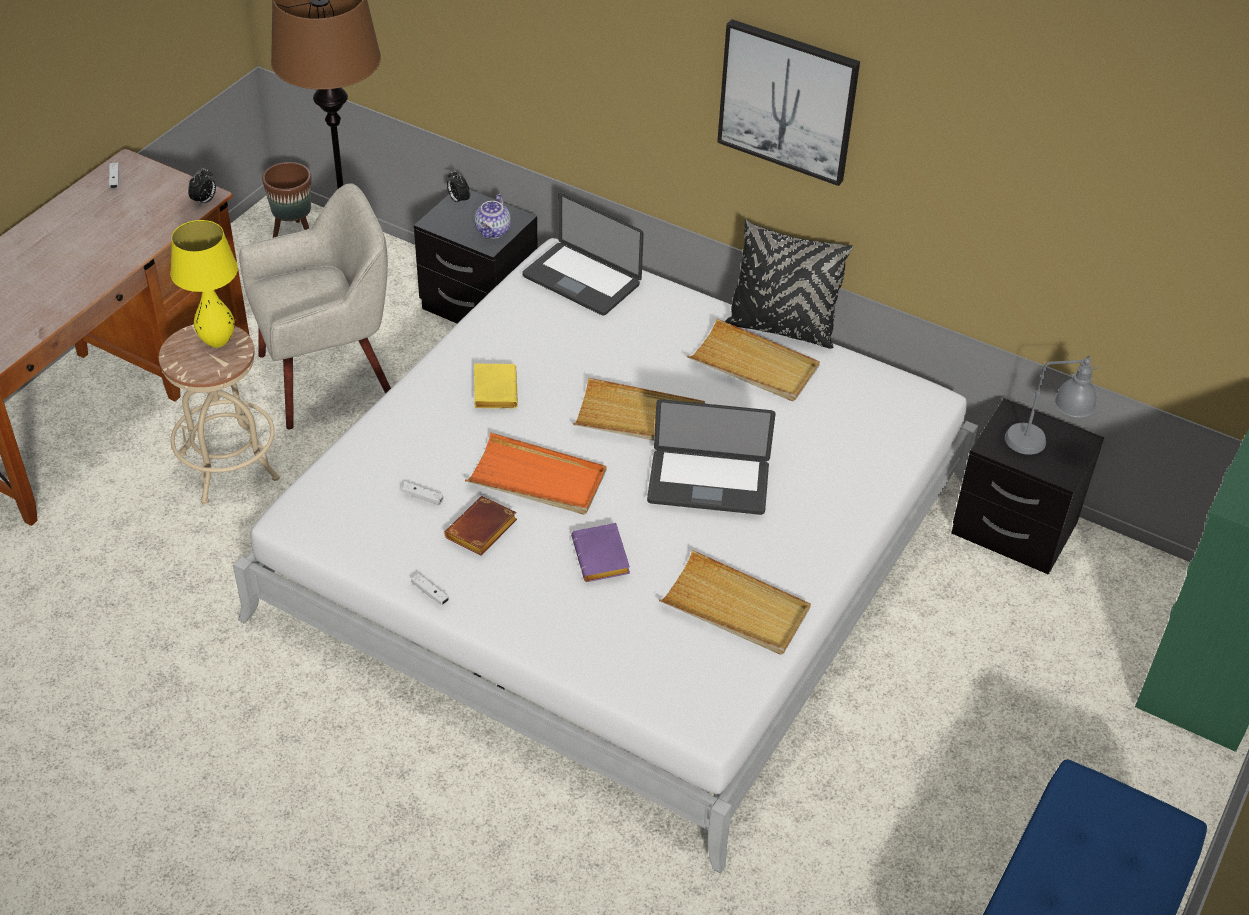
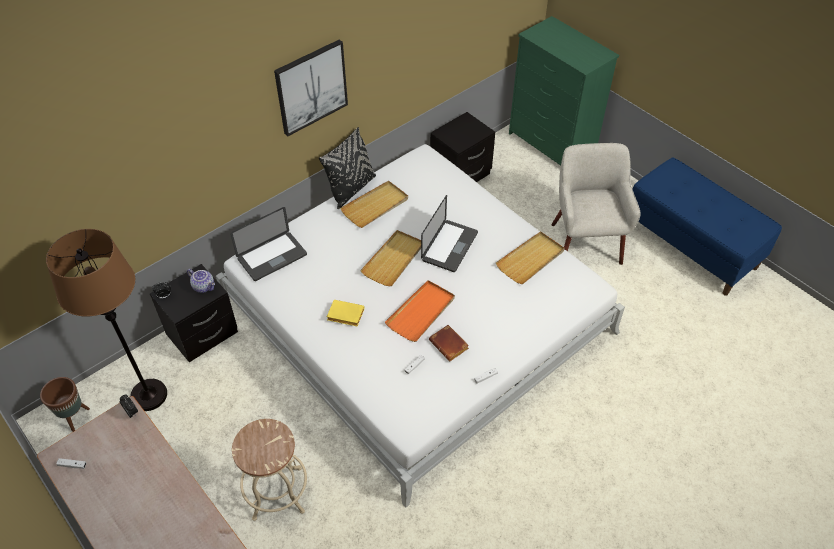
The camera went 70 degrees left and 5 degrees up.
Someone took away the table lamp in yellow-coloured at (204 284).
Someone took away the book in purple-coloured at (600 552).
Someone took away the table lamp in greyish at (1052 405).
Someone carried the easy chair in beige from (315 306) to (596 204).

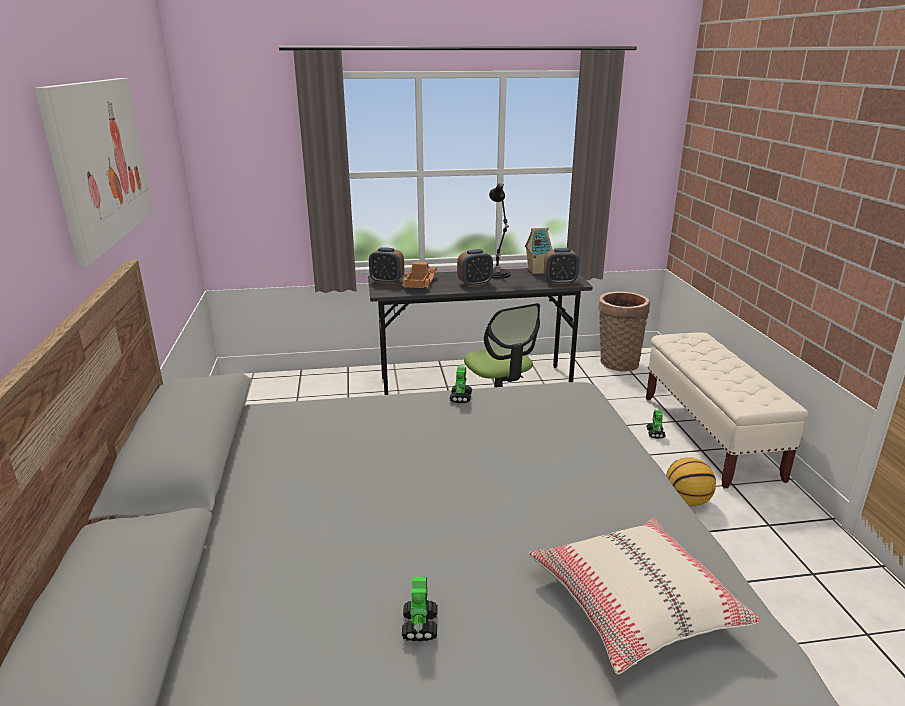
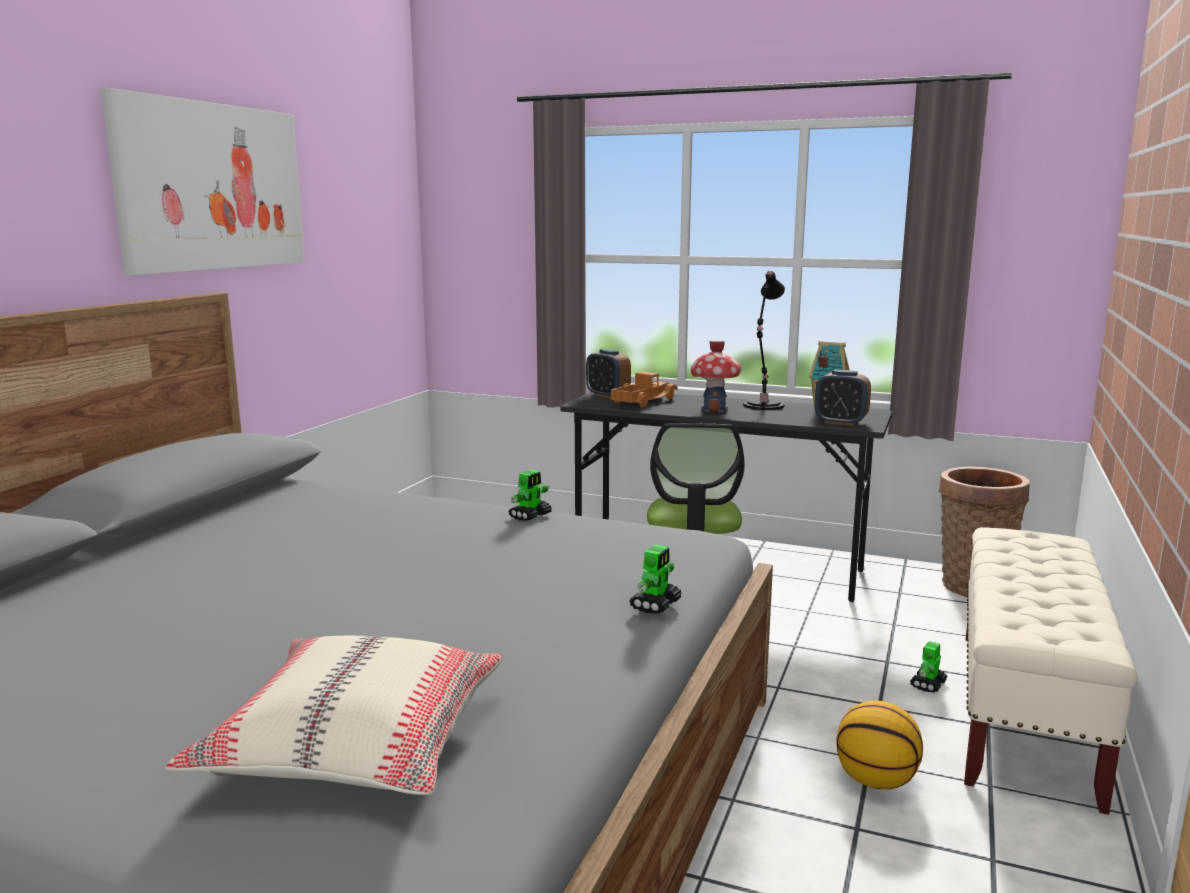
The camera went 30 degrees right and 10 degrees down.
Someone carried the model robot from (420 609) to (655 579).
Someone swapped the bedside clock at (475 268) for the toy house at (716 377).

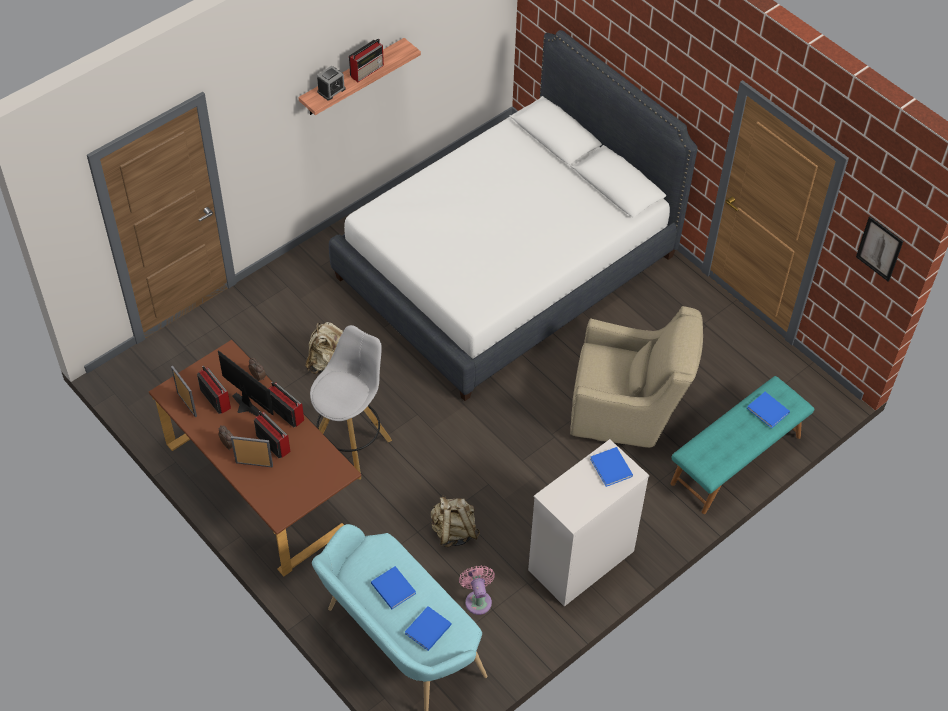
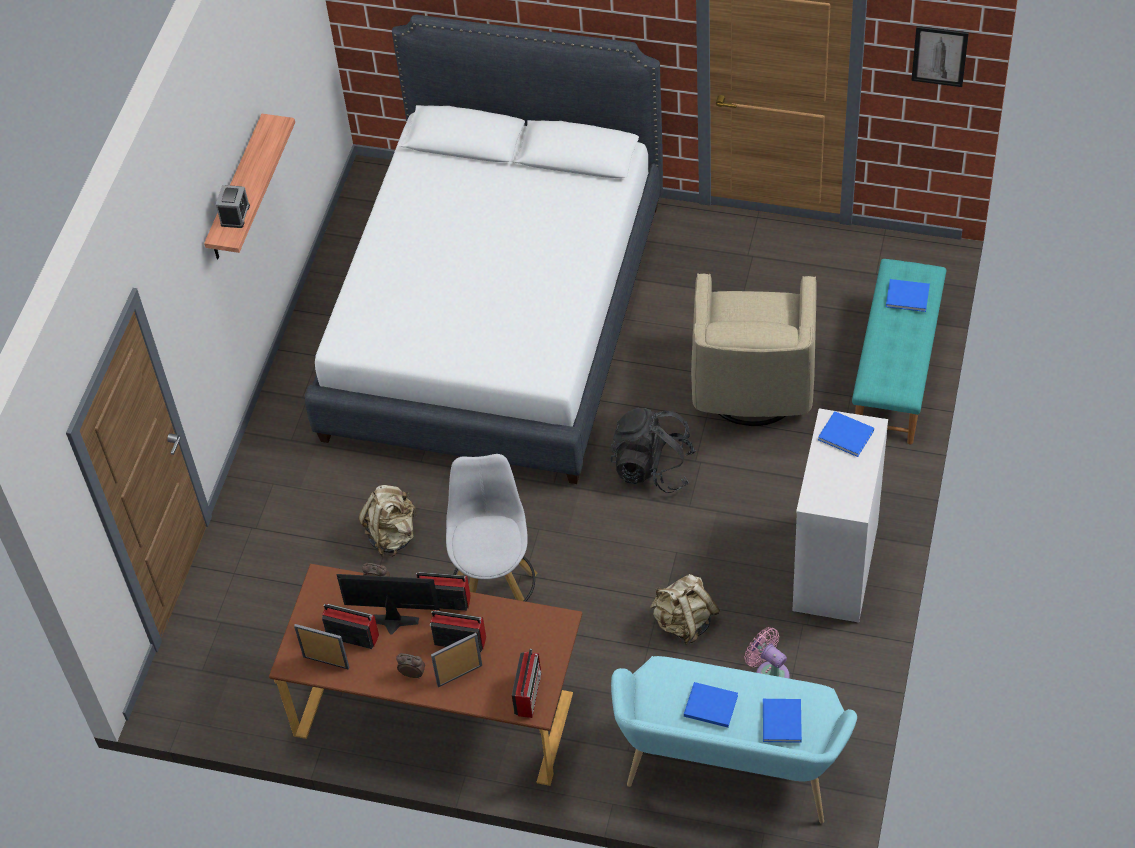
The camera went 30 degrees left and 0 degrees up.
Someone put down the knapsack in blackish at (653 450).
Someone carried the radio from (366 60) to (526 683).
Someone rotated the easy chair in beige at (636 377) by 120 degrees clockwise.

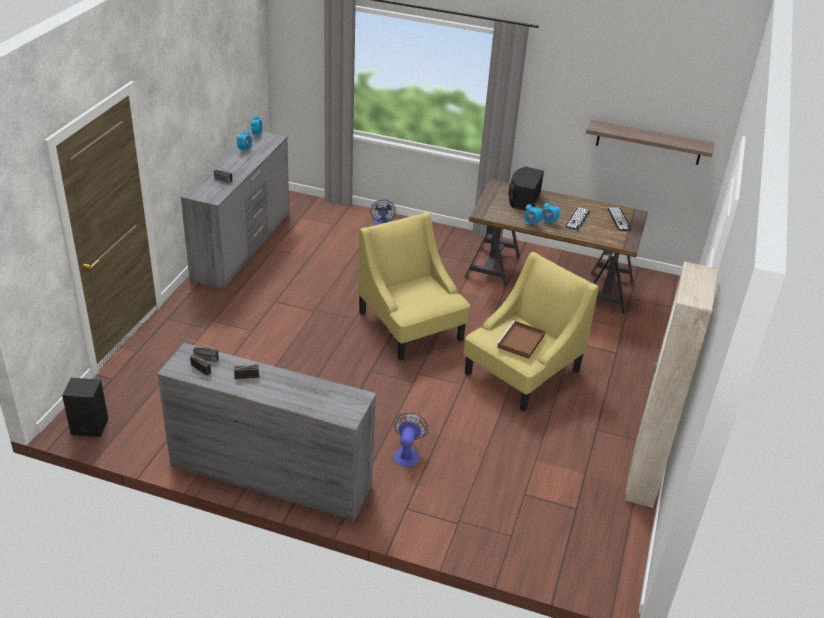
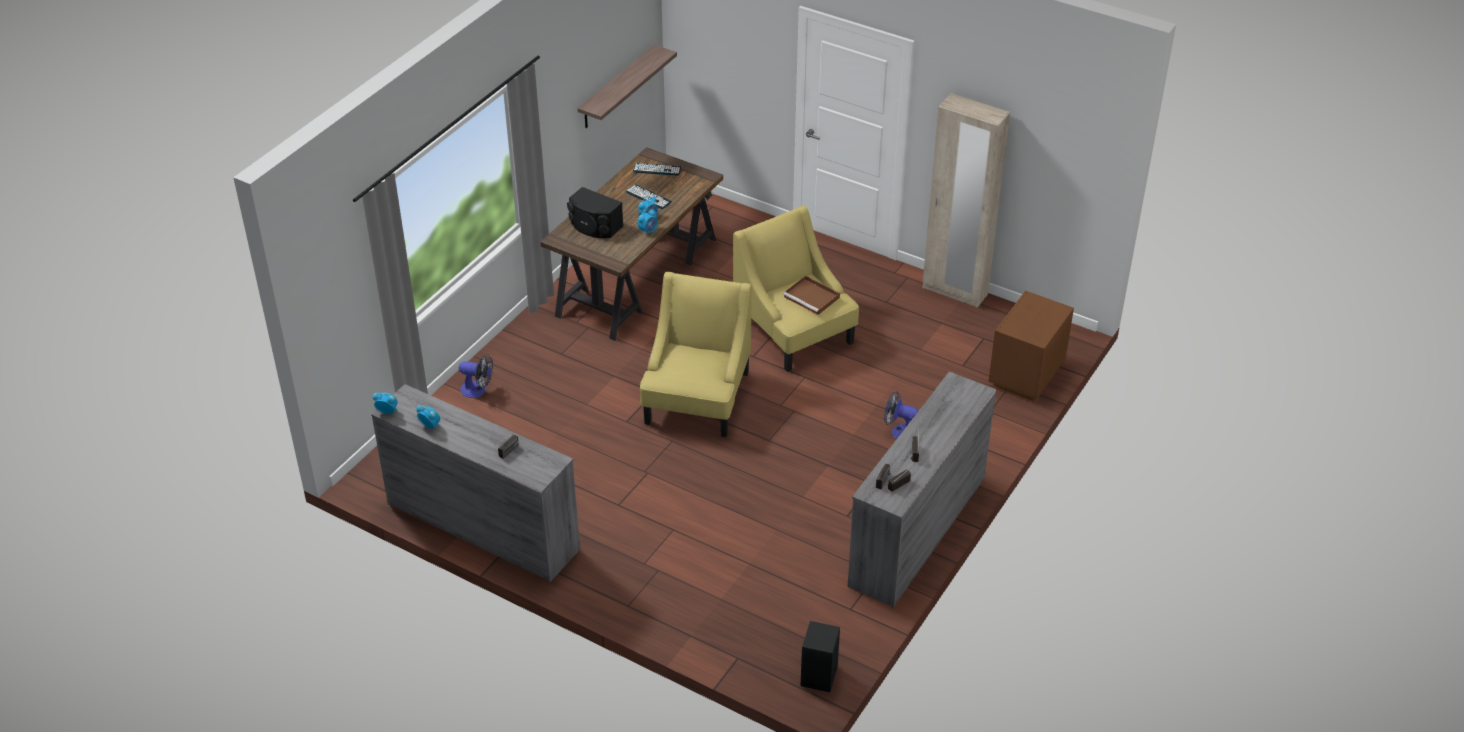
The camera went 75 degrees left and 5 degrees up.
Someone put down the bedside table in brownish at (1031 346).
Someone rotated the easy chair in yellow-coloured at (414 286) by 120 degrees clockwise.

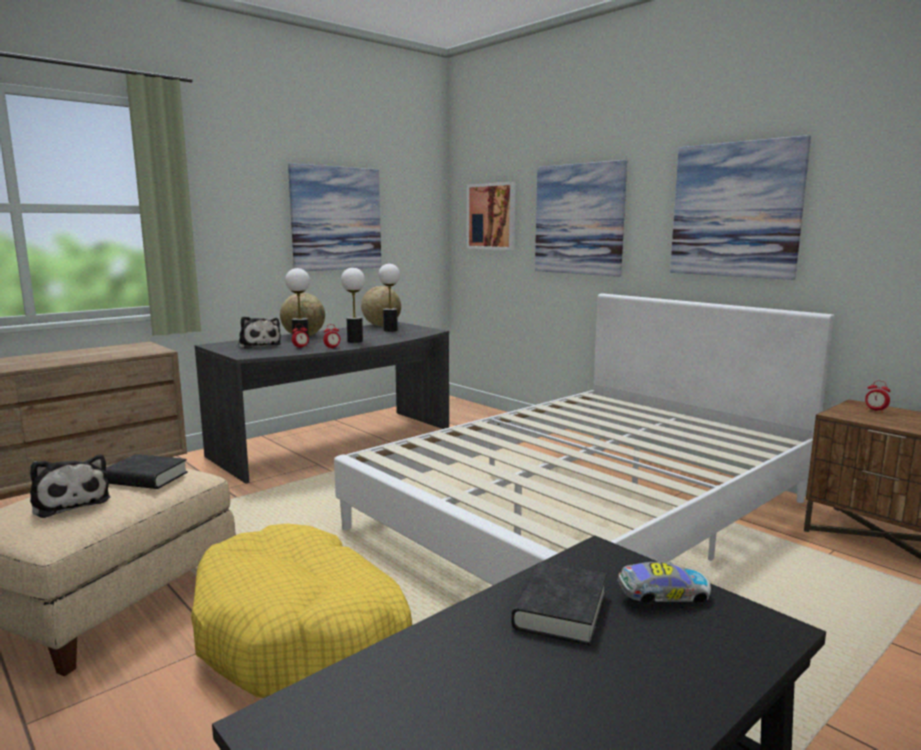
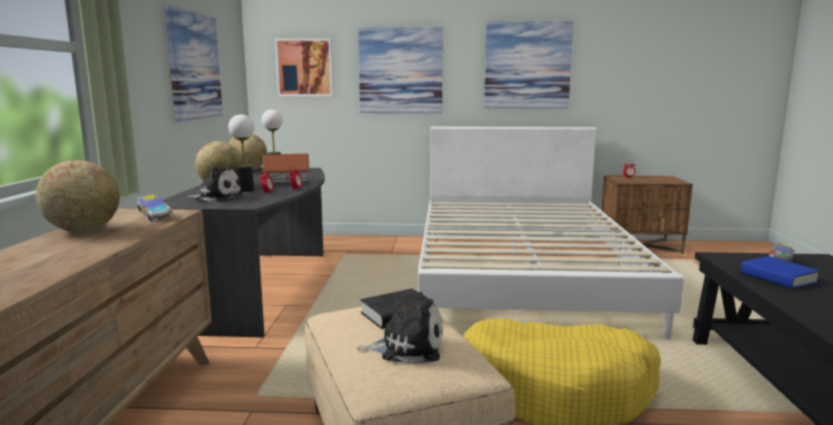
The camera went 45 degrees left and 0 degrees up.
Someone put down the desk globe at (78 196).
Someone put down the model car at (154 207).
Someone swapped the table lamp at (353 305) for the toy house at (286 170).
Someone repainted the book in blackish at (559 603), which became the book in blue at (780 272).

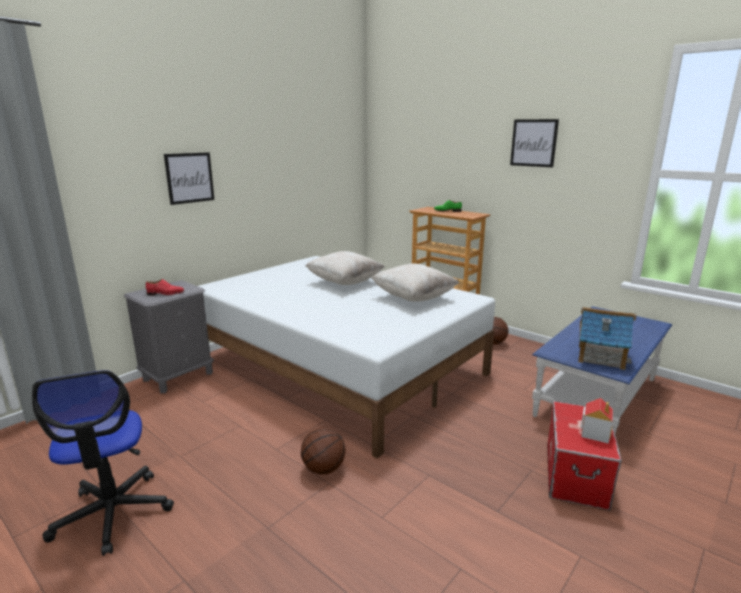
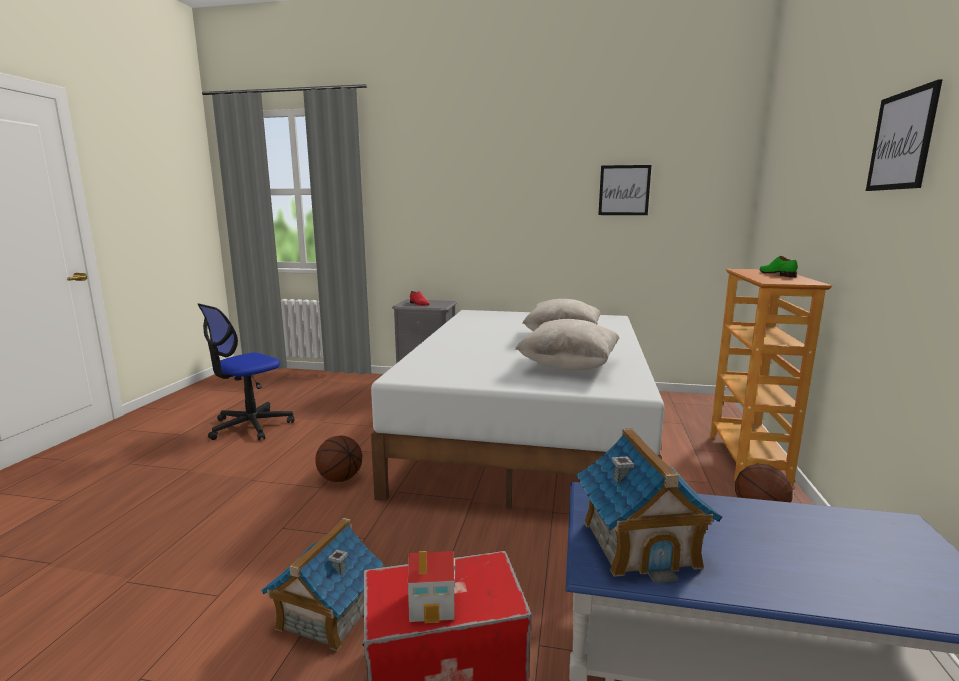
The camera went 60 degrees right and 5 degrees down.
Someone put down the toy house at (322 584).
Someone carried the wall art from (189 178) to (624 190).

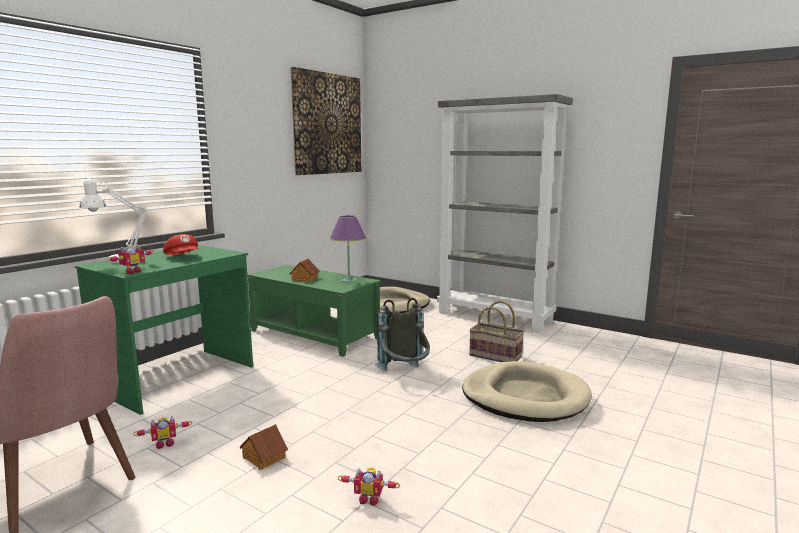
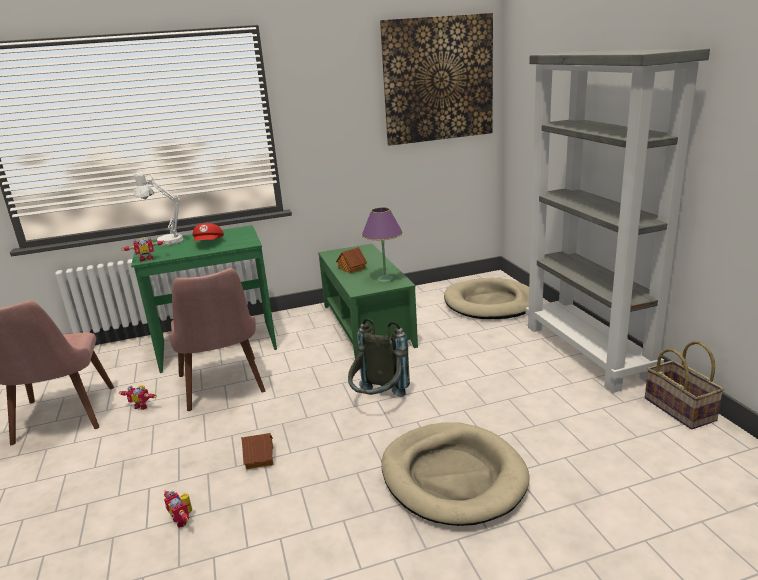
The camera went 40 degrees right and 10 degrees up.
Someone put down the upright chair in pink-coloured at (216 339).
Someone carried the toy house from (264 447) to (257 451).
Someone carried the household basket from (497 331) to (684 385).

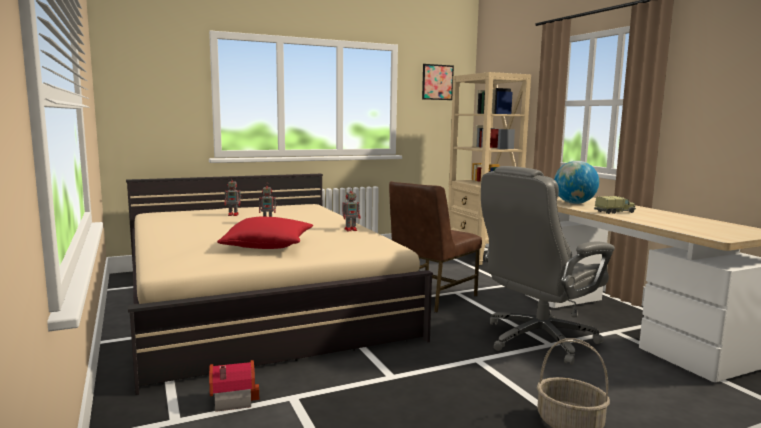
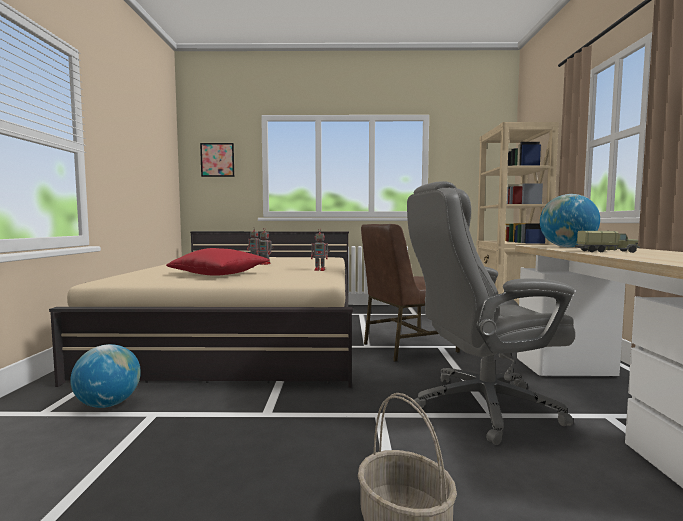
The camera went 25 degrees right and 5 degrees down.
Someone carried the wall art from (438 82) to (217 160).
Someone swapped the toy house at (234 386) for the desk globe at (105 376).

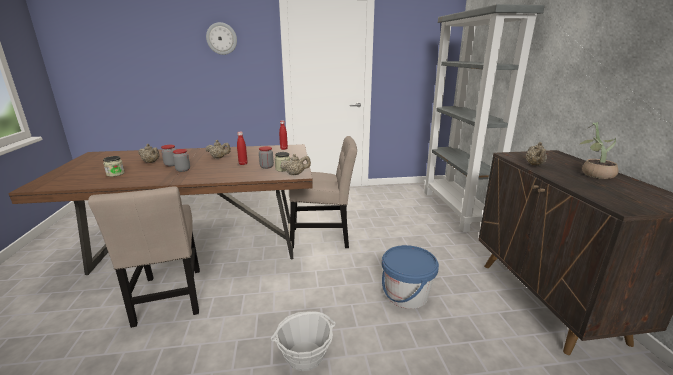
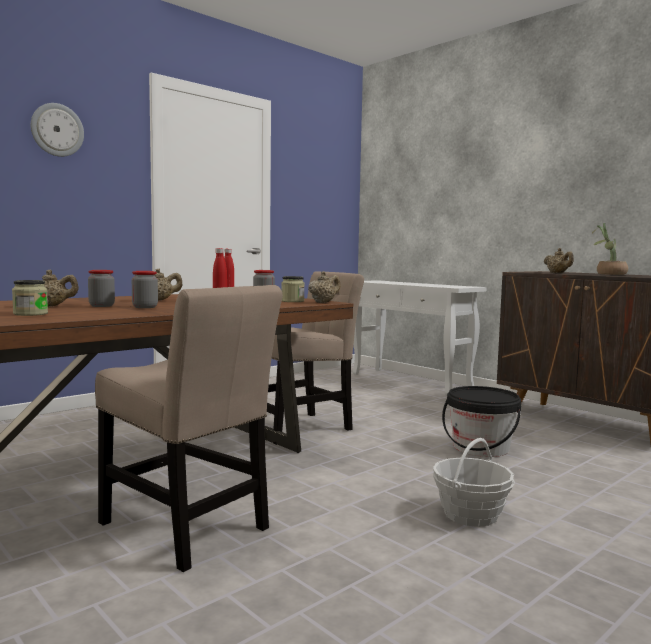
The camera went 35 degrees left and 15 degrees down.
Someone swapped the bookcase in greyish at (484 118) for the narrow table in white-coloured at (420 337).
Someone repainted the pail in blue at (410 277), which became the pail in blackish at (481 421).

